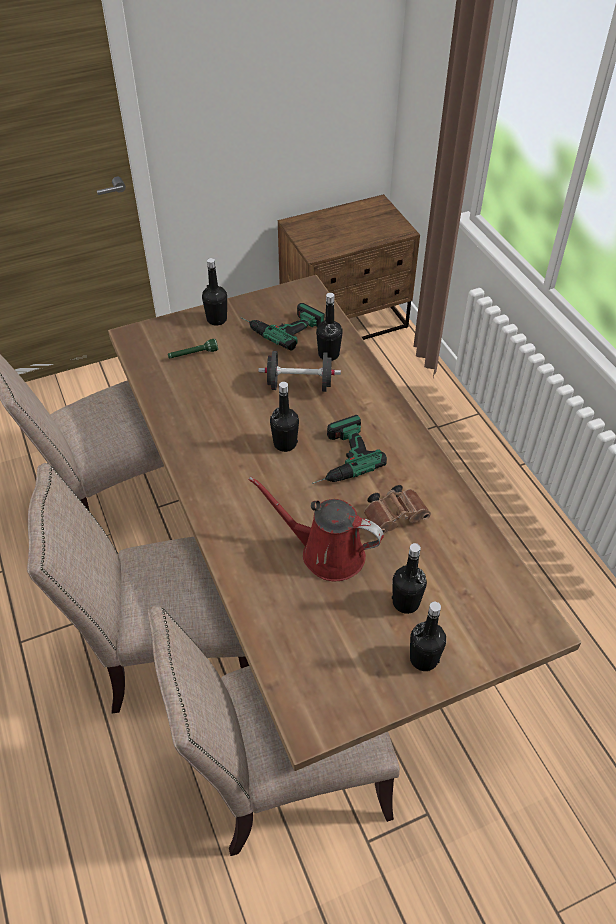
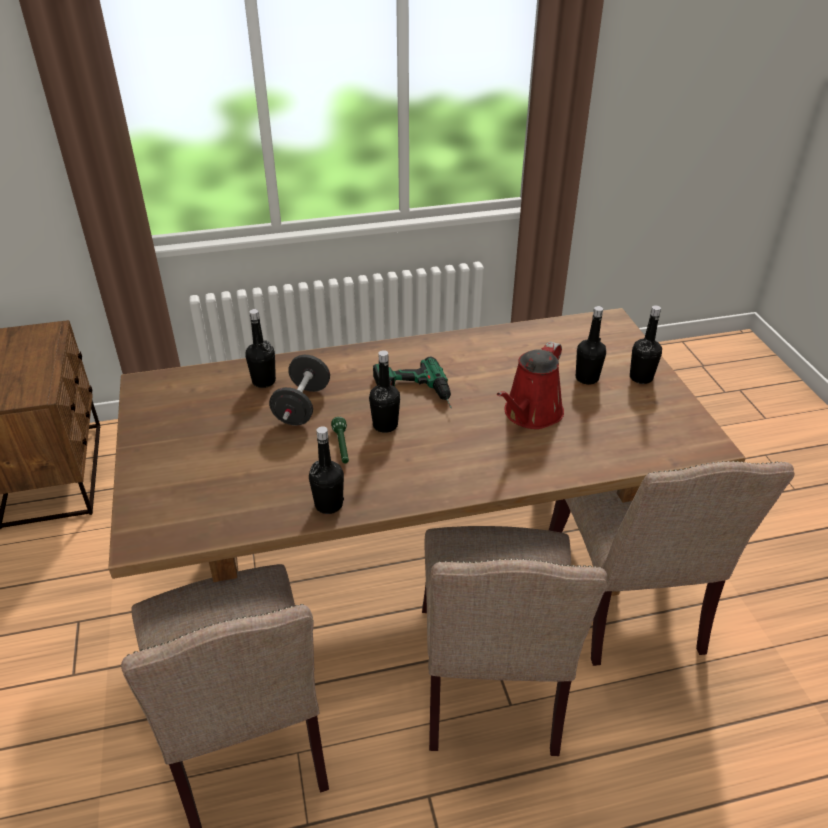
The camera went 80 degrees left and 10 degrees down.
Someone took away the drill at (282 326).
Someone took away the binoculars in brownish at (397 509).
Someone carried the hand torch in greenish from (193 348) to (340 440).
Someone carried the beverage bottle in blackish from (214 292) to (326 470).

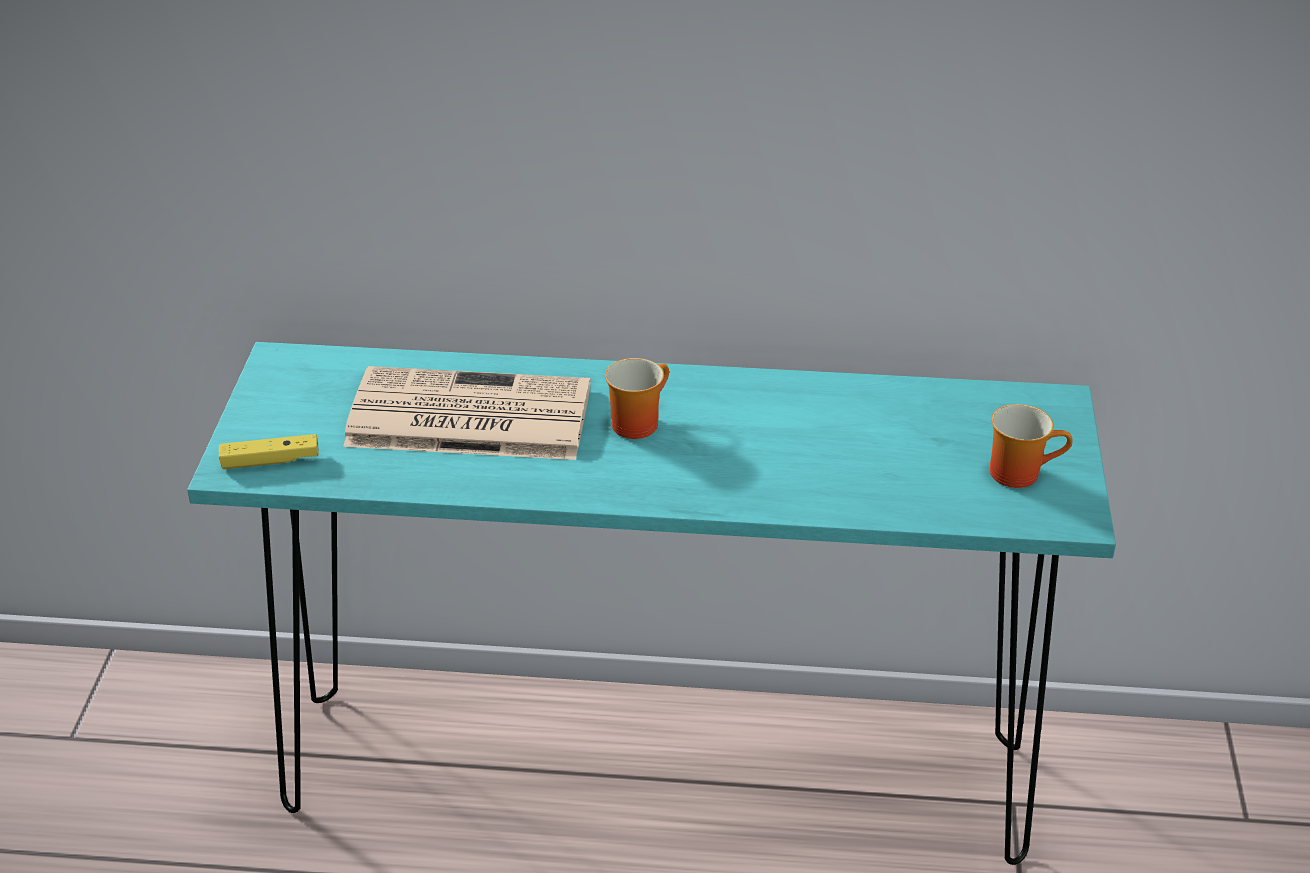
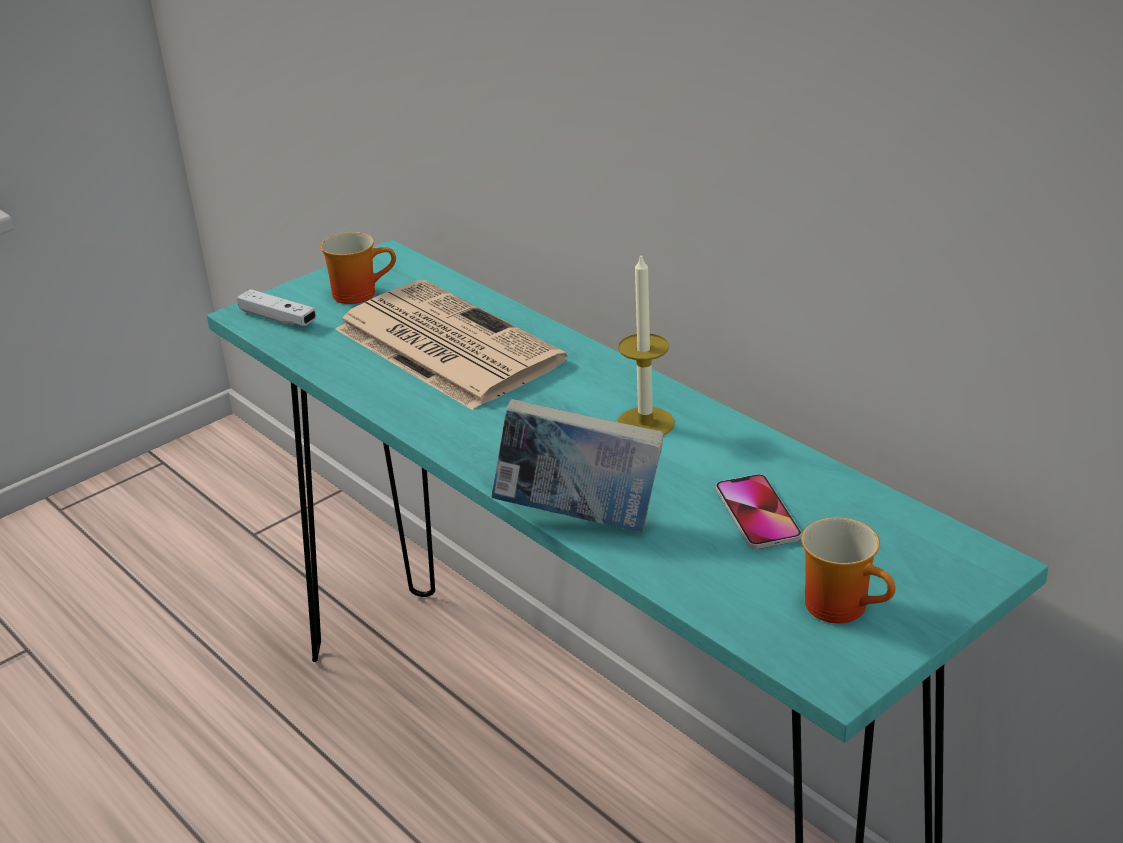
The camera went 45 degrees right and 5 degrees down.
Someone put down the book at (578 465).
Someone put down the wax light at (646 345).
Someone put down the handset at (759 511).
Someone carried the coffee mug from (637 398) to (358 268).
Someone repainted the joypad in yellow-coloured at (269 451), which became the joypad in white-coloured at (277 307).

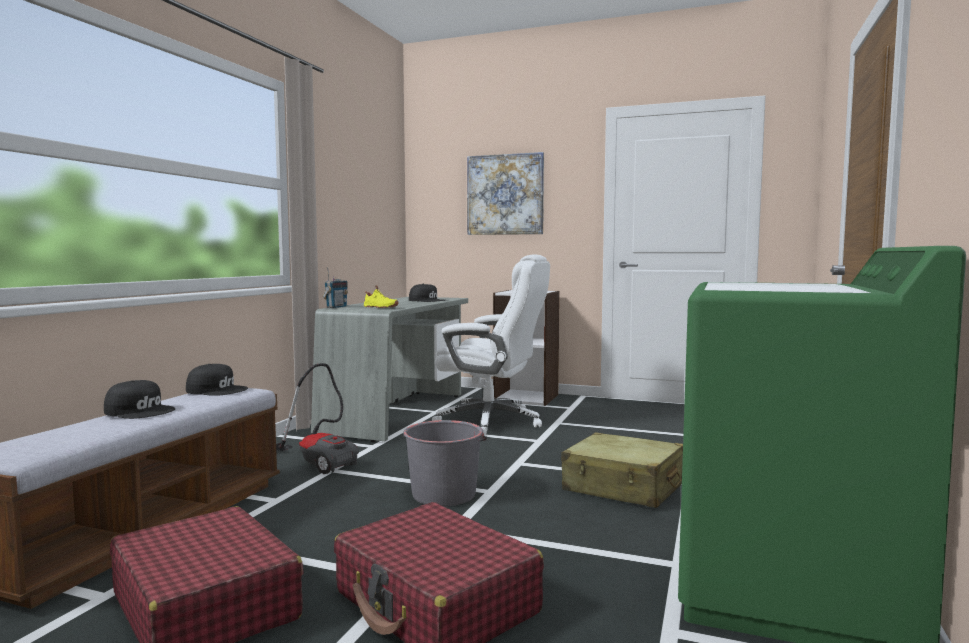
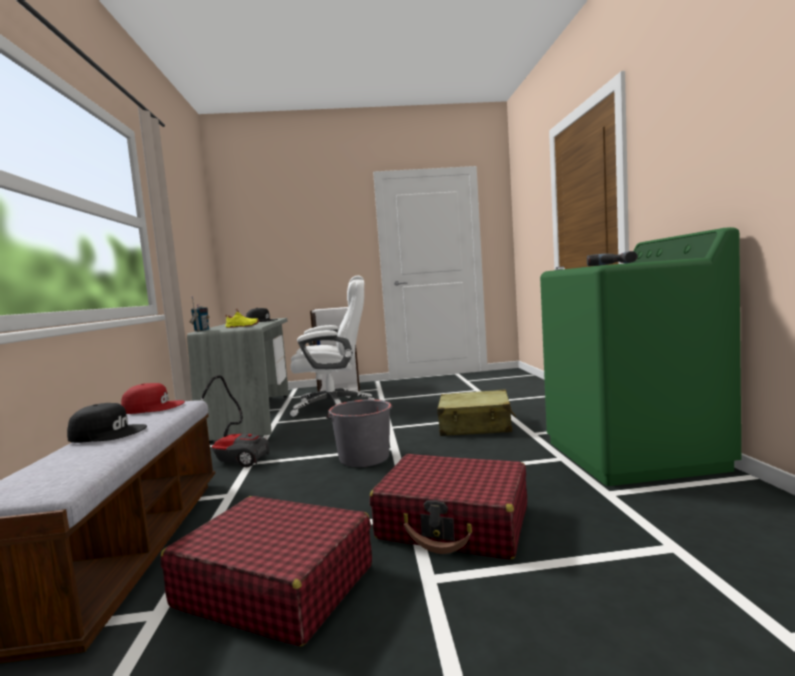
The camera went 25 degrees left and 0 degrees up.
Someone took away the wall art at (505 193).
Someone put down the drill at (612 258).
Someone repainted the baseball cap in blackish at (217 380), which became the baseball cap in red at (153 398).

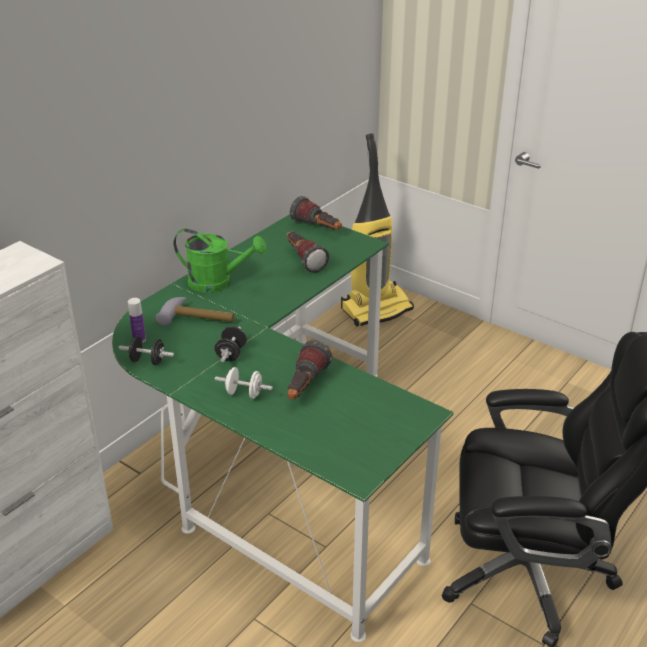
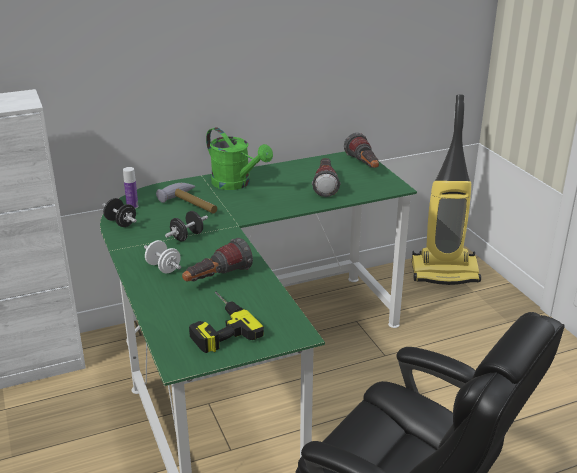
The camera went 30 degrees right and 5 degrees down.
Someone put down the drill at (226 322).

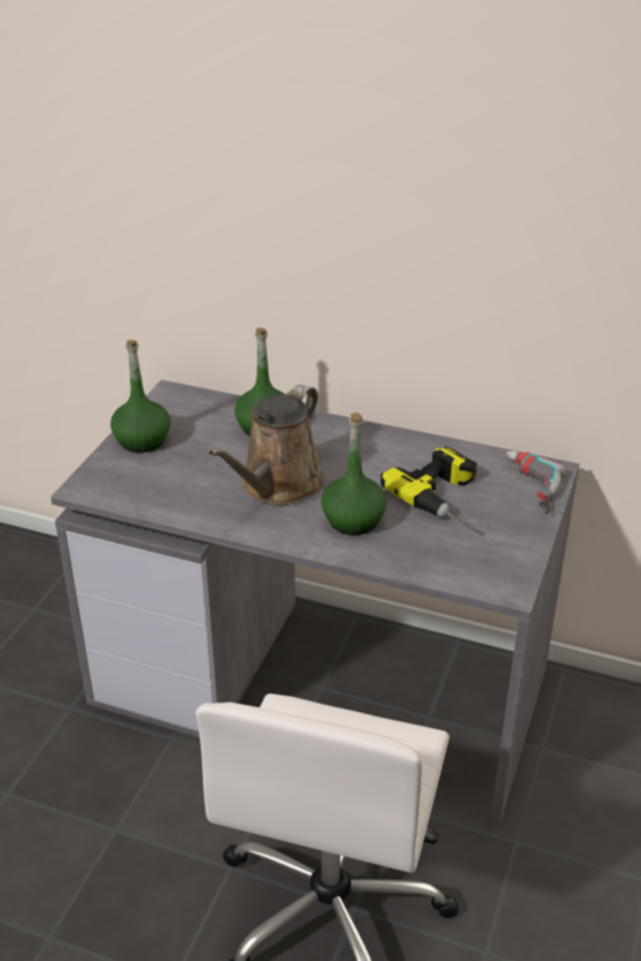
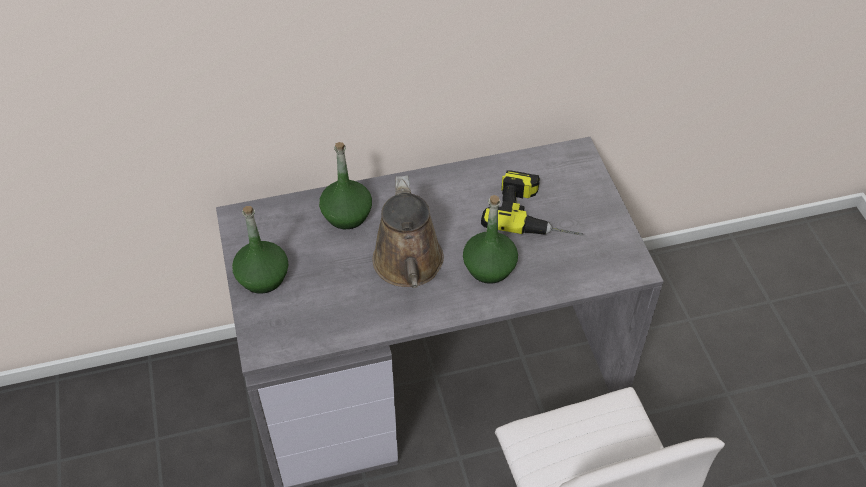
The camera went 35 degrees left and 15 degrees up.
Someone took away the drill at (536 482).

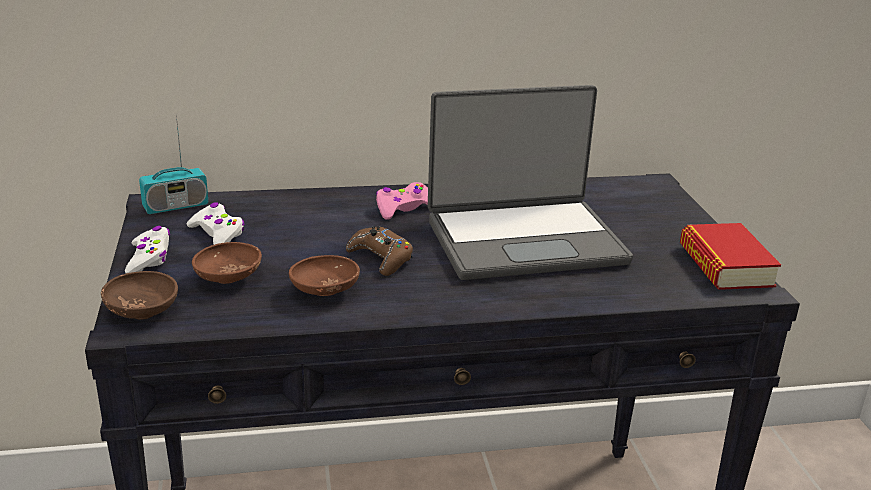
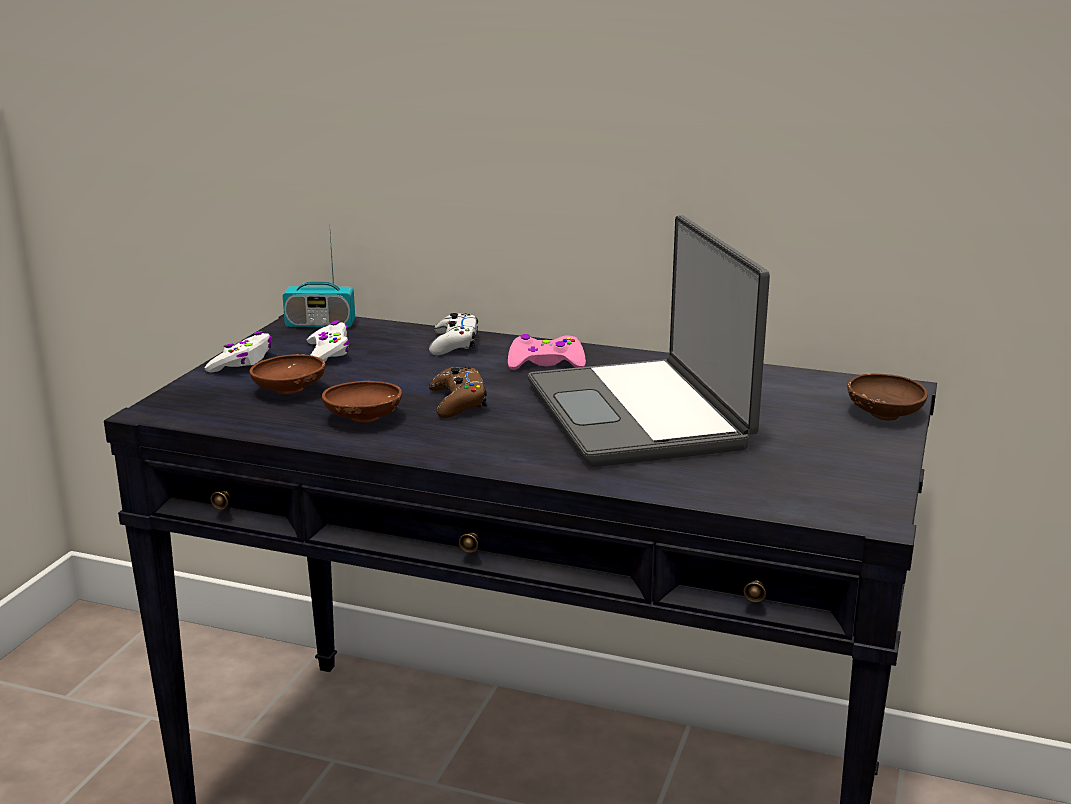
The camera went 30 degrees right and 5 degrees down.
Someone took away the book at (730 256).
Someone put down the joypad in white-coloured at (453 334).
Someone carried the serving bowl in brownish from (139 295) to (887 397).
Someone rotated the laptop at (530 182) by 60 degrees clockwise.

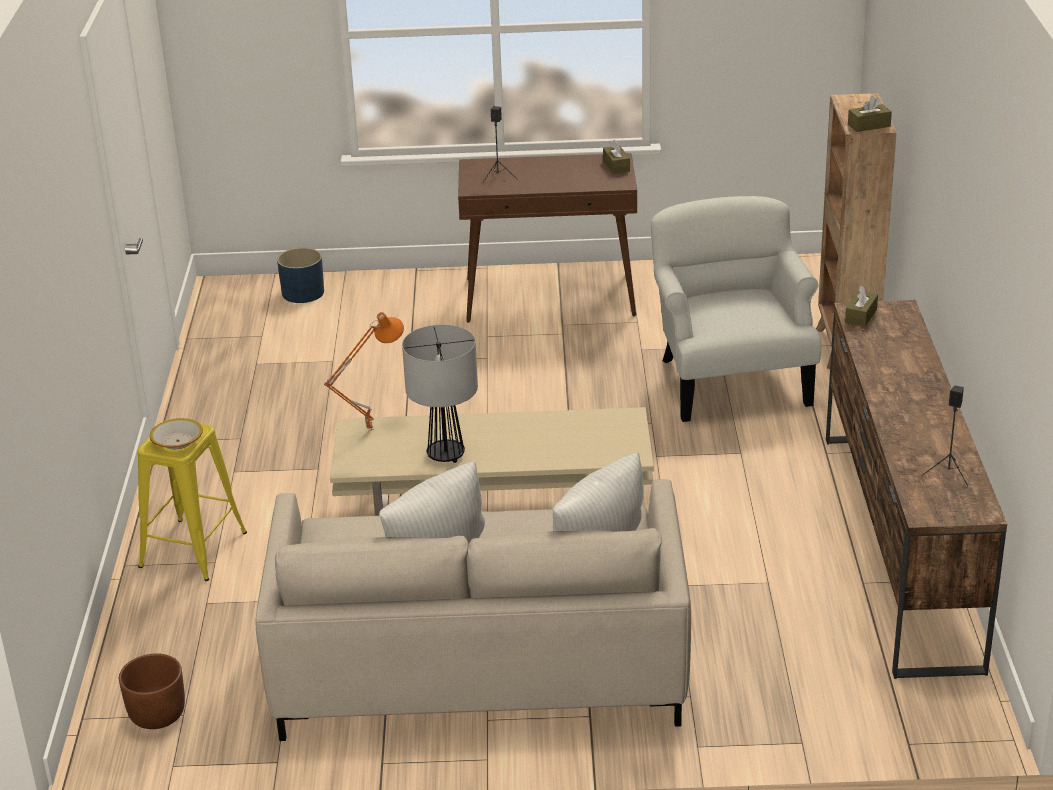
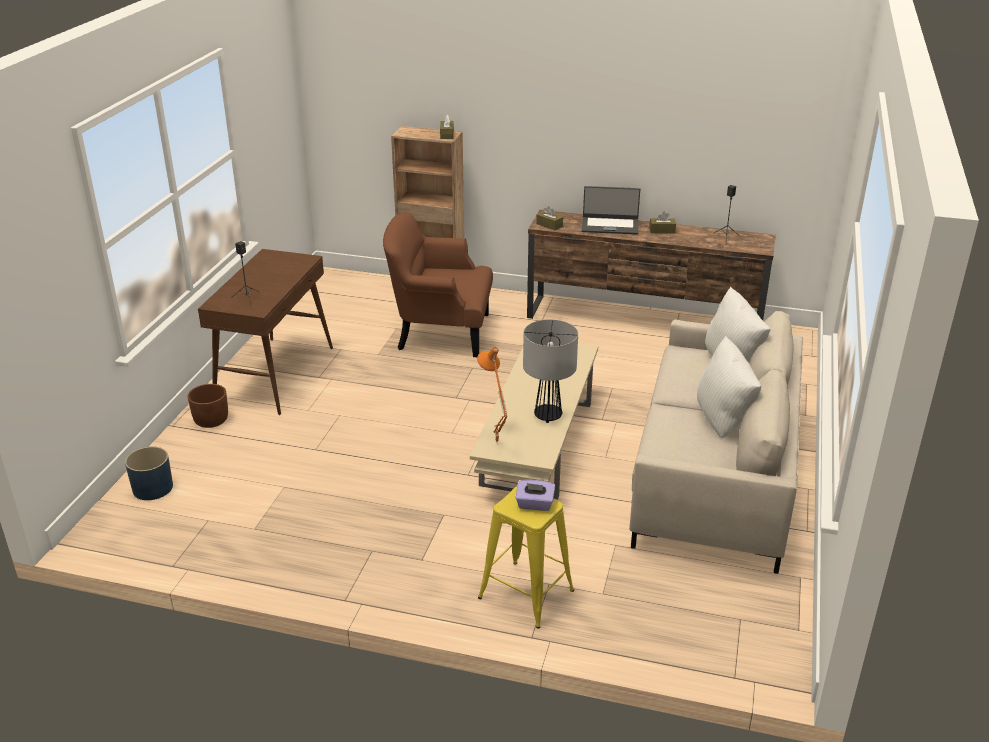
The camera went 75 degrees left and 0 degrees up.
Someone put down the laptop at (611 210).
Someone carried the flower pot in brownish from (152 691) to (208 406).
Someone carried the box of tissues in brownish from (616 157) to (662 223).
Someone swapped the serving bowl at (176 433) for the box of tissues in purple-coloured at (535 495).
Someone repainted the easy chair in white-coloured at (735 309), which became the easy chair in brownish at (438 284).

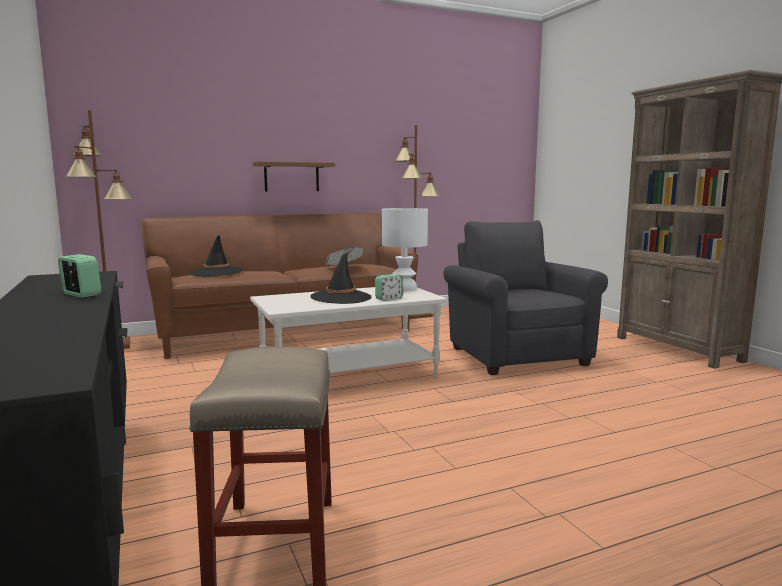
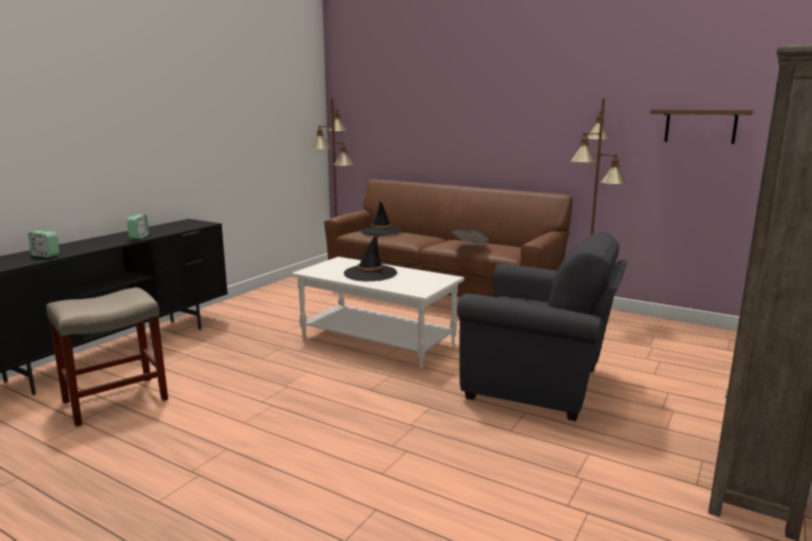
The camera went 55 degrees right and 5 degrees up.
Someone took away the table lamp in white-coloured at (405 249).
Someone carried the wall shelf in brownish from (294 177) to (702 126).
Someone carried the bedside clock from (389 287) to (44 244).
Someone rotated the easy chair in greyish at (526 297) by 75 degrees clockwise.

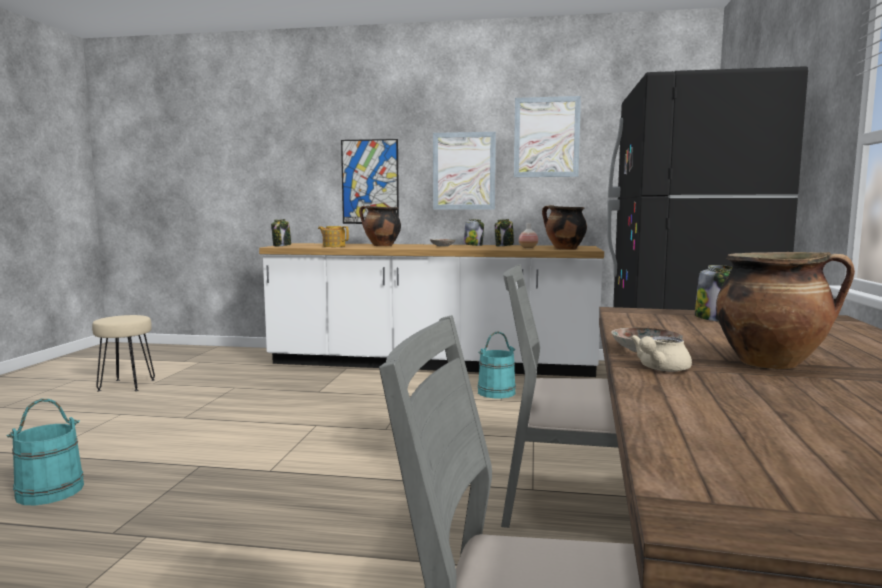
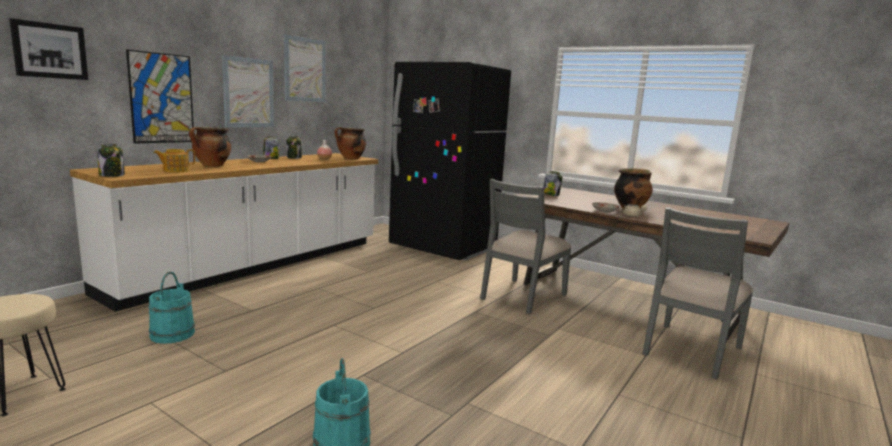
The camera went 65 degrees left and 5 degrees up.
Someone put up the wall art at (48 49).
Someone carried the pail in turquoise-coloured from (497 364) to (172 308).

